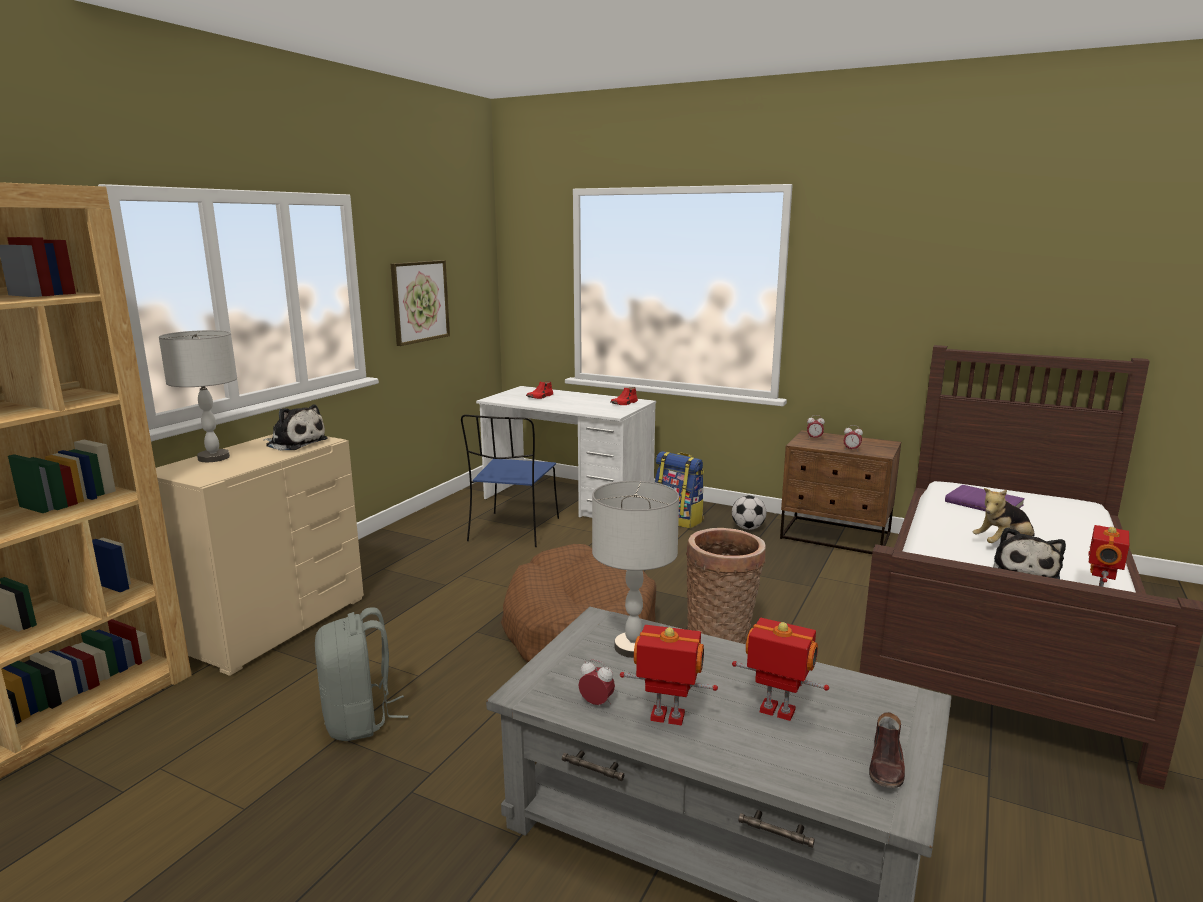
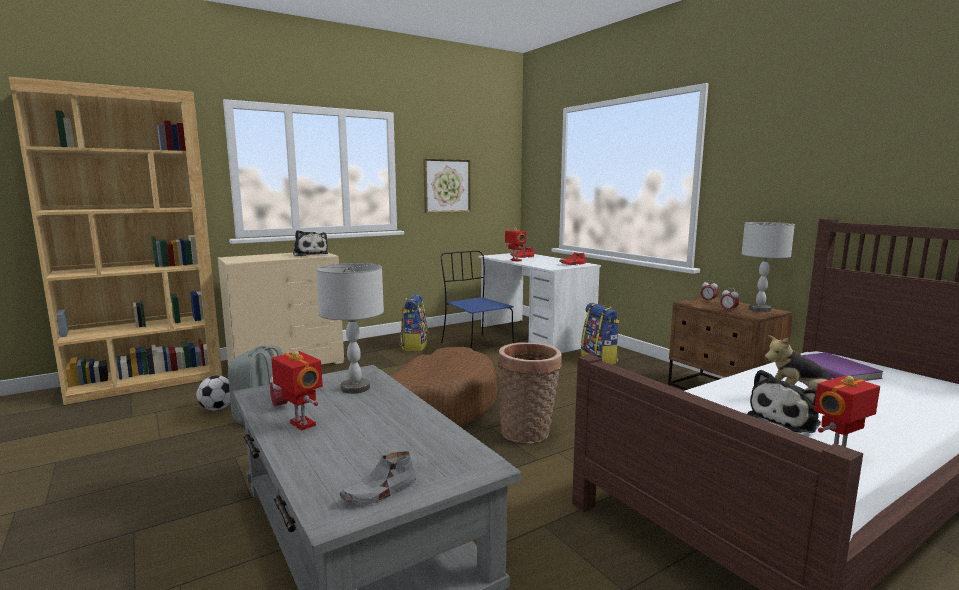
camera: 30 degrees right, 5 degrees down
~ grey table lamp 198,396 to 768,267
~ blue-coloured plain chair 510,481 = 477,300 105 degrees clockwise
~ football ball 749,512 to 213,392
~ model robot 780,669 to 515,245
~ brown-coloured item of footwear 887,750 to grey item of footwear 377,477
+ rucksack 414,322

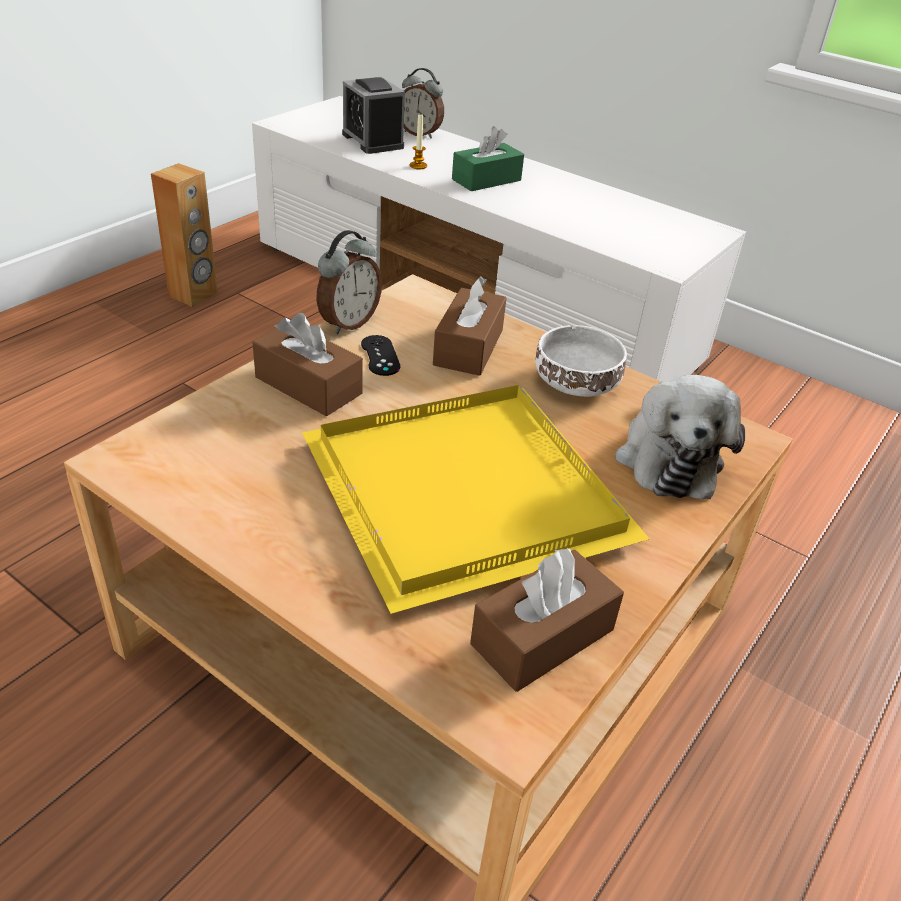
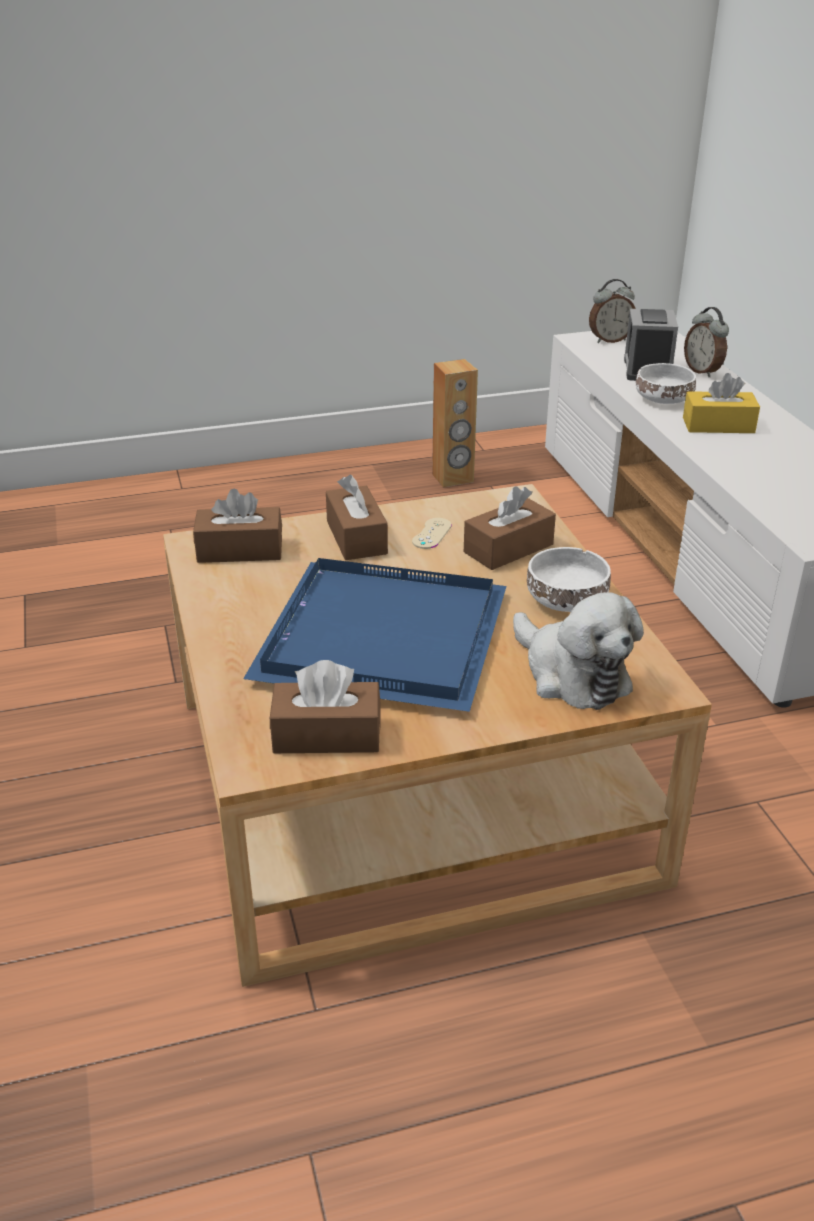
camera: 40 degrees right, 5 degrees down
~ wax light 418,141 to white-coloured serving bowl 666,383
~ green tissue holder 488,158 to yellow-coloured tissue holder 721,403
~ bedside clock 349,282 to 612,311
~ black-coloured game controller 380,355 to beige-coloured game controller 432,533
~ soft toy 680,437 = 578,651 75 degrees counterclockwise
~ yellow-coloured carrying tray 475,499 to blue-coloured carrying tray 375,635
+ brown-coloured tissue holder 237,526

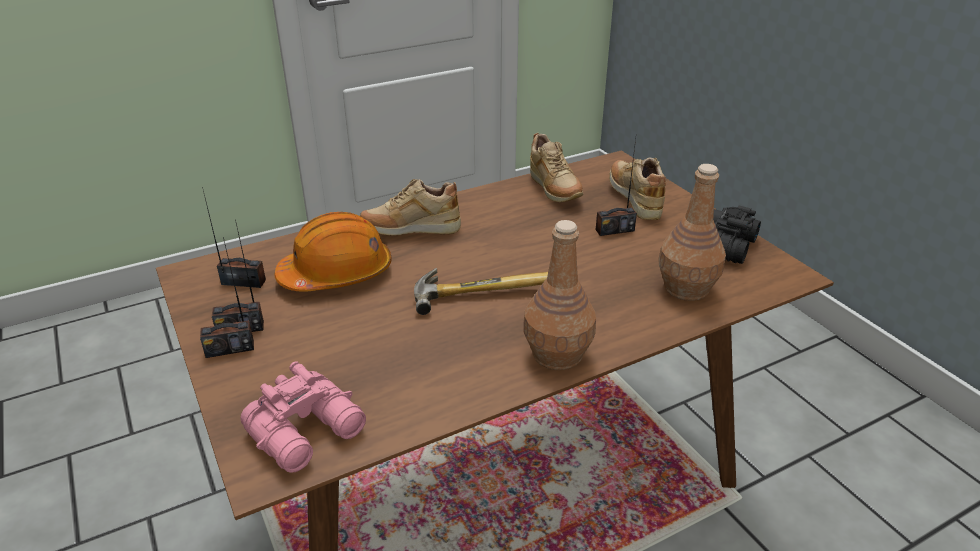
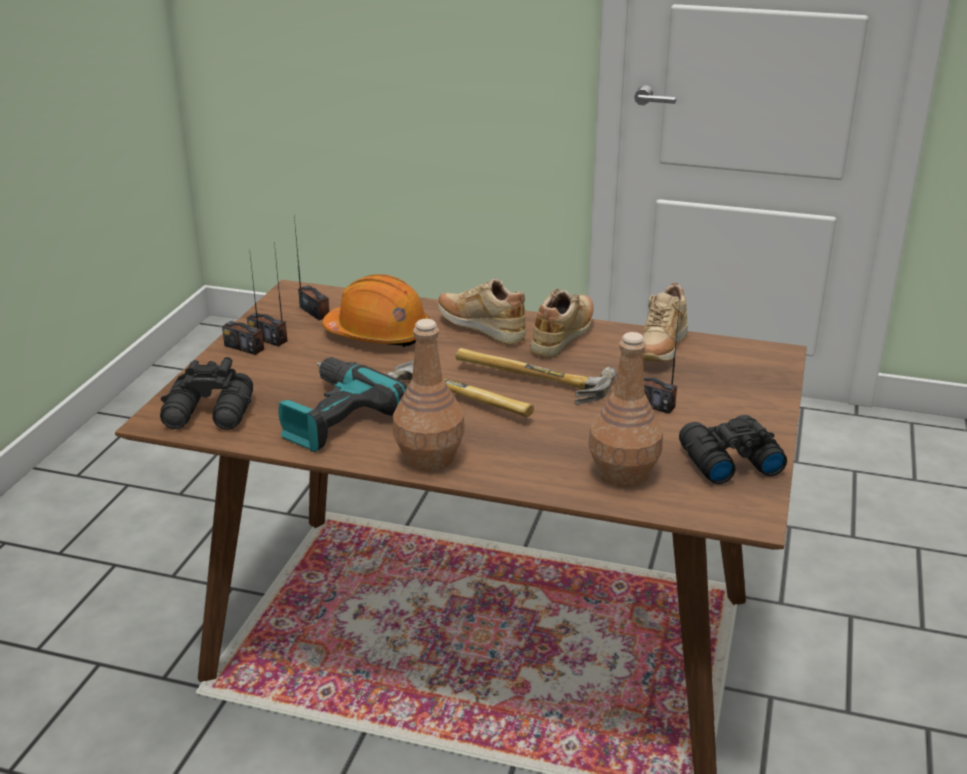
camera: 45 degrees right, 5 degrees down
~ beige-coloured item of footwear 637,188 to 562,323
~ pink-coloured binoculars 303,417 to black-coloured binoculars 206,393
+ hand hammer 536,376
+ drill 343,404

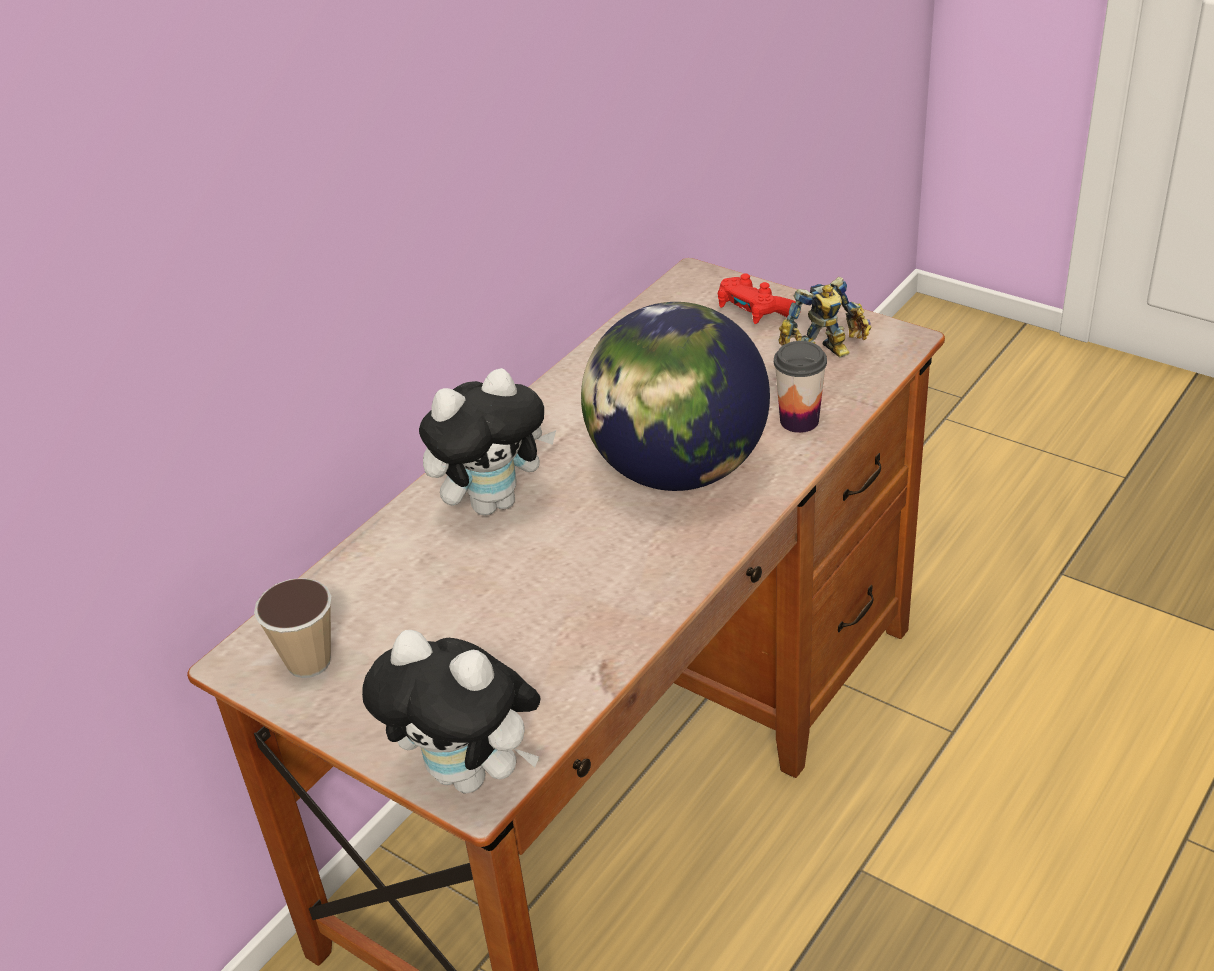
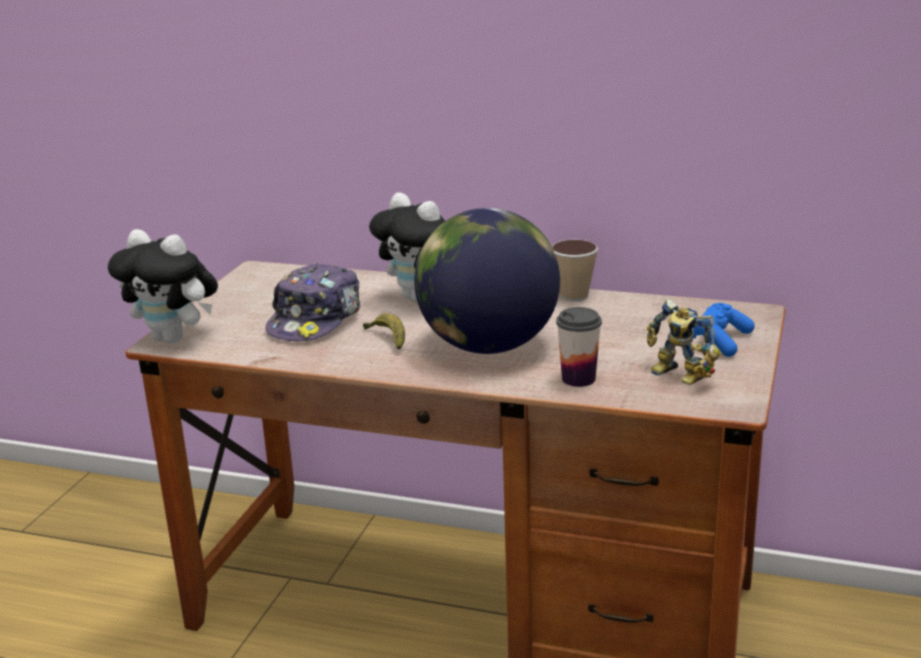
camera: 70 degrees right, 15 degrees down
~ red game controller 757,298 to blue-coloured game controller 724,330
~ small cup 292,628 to 575,270
~ soft toy 451,712 = 163,286 75 degrees counterclockwise
+ peaked cap 313,301
+ whole banana 384,331

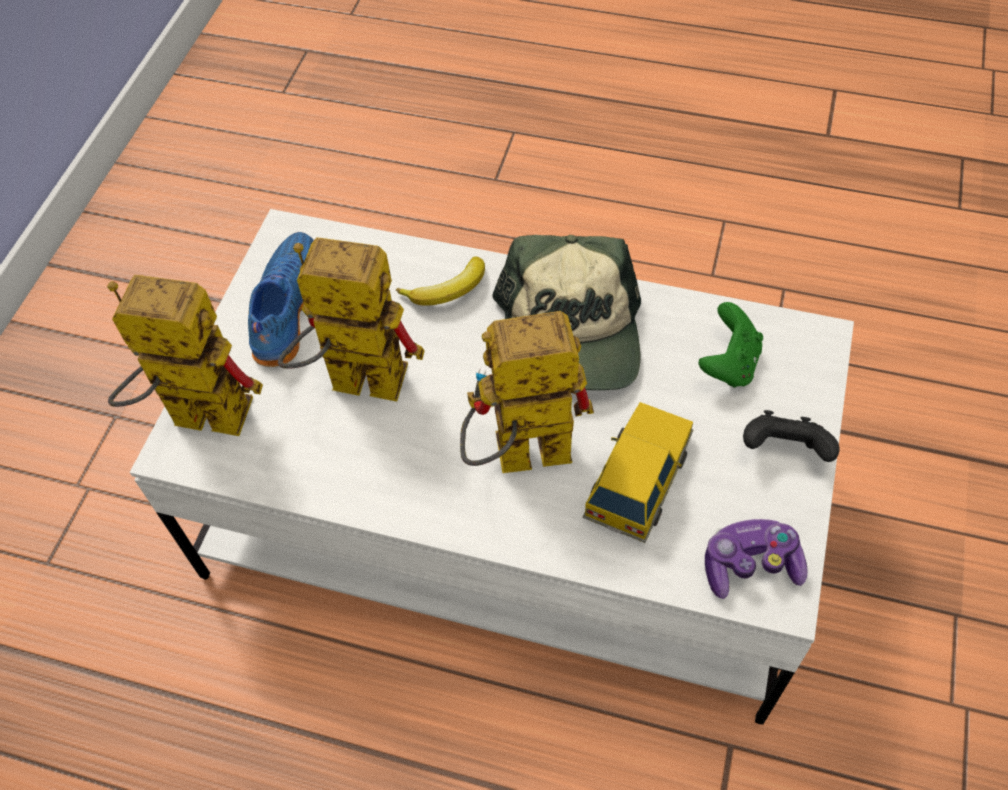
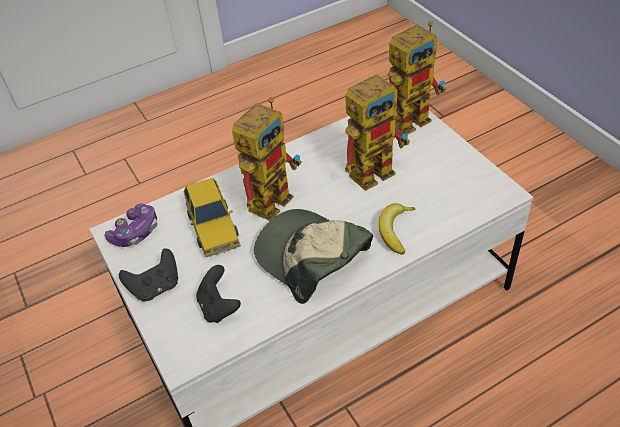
camera: 135 degrees right, 10 degrees down
- blue-coloured item of footwear 281,299
~ green game controller 731,345 to black-coloured game controller 218,294

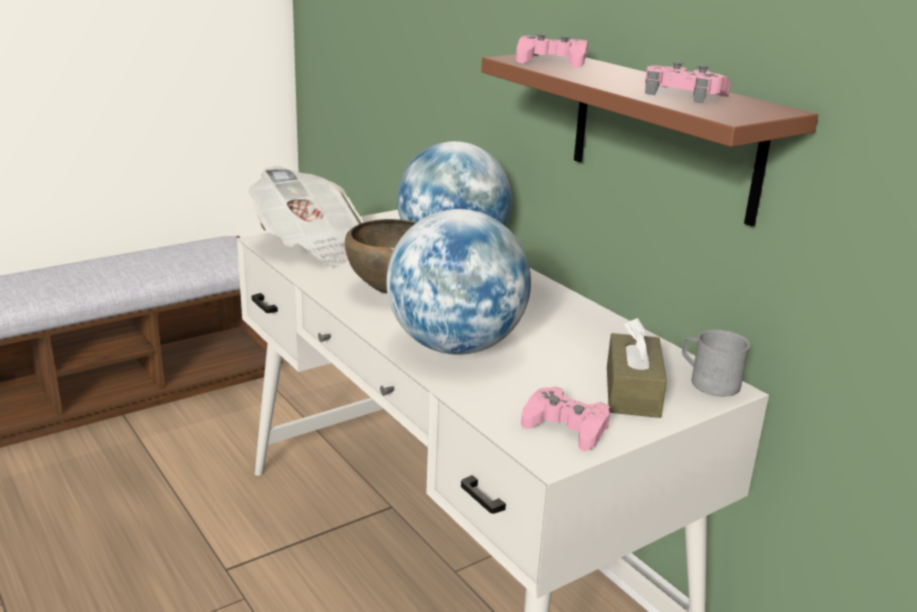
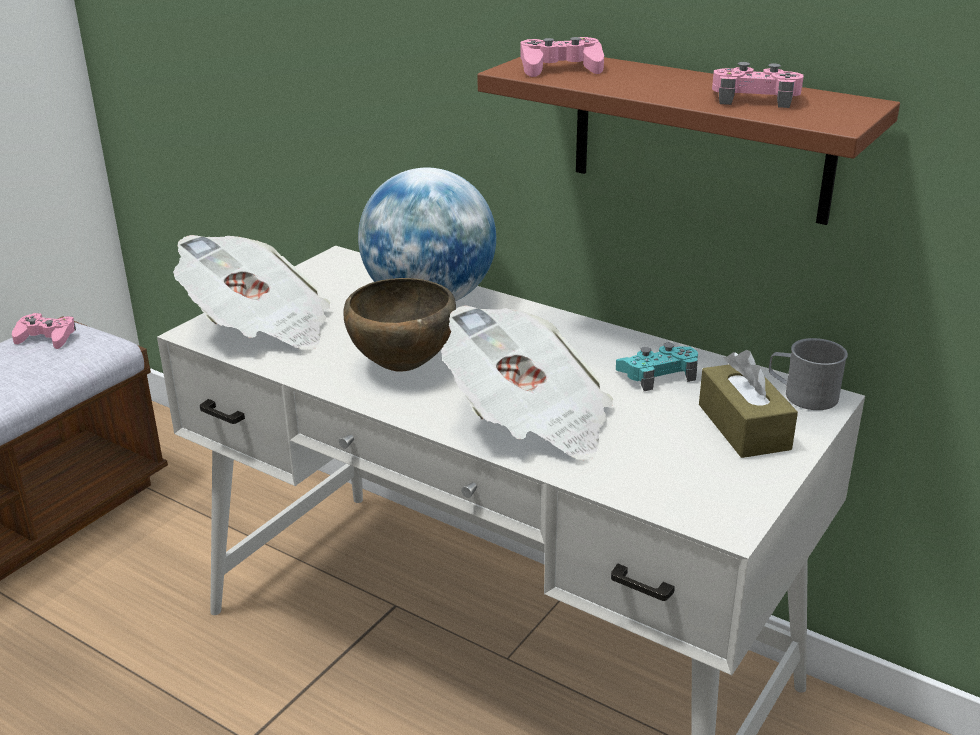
camera: 20 degrees left, 5 degrees up
~ desk globe 458,282 to newspaper 527,382
~ pink-coloured game controller 565,419 to 44,331
+ blue-green game controller 657,367

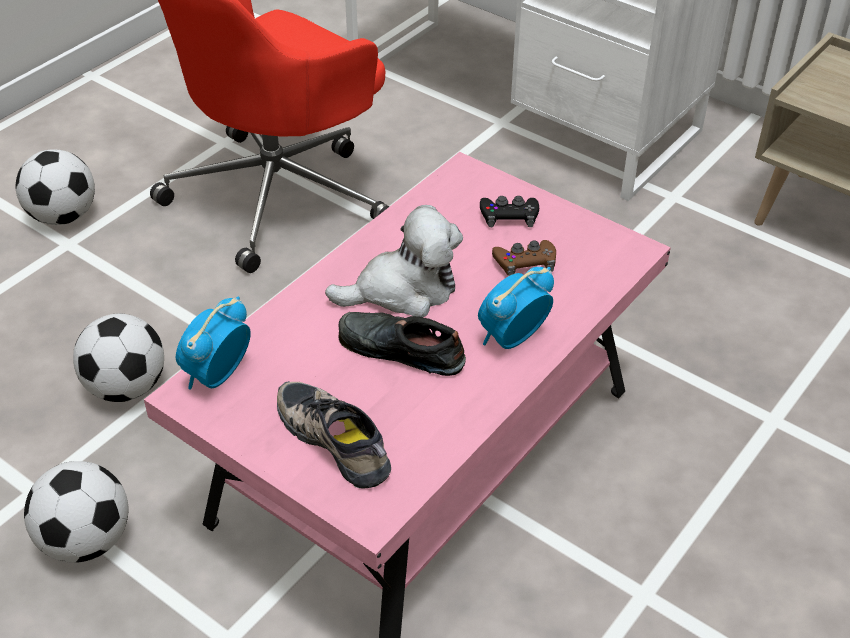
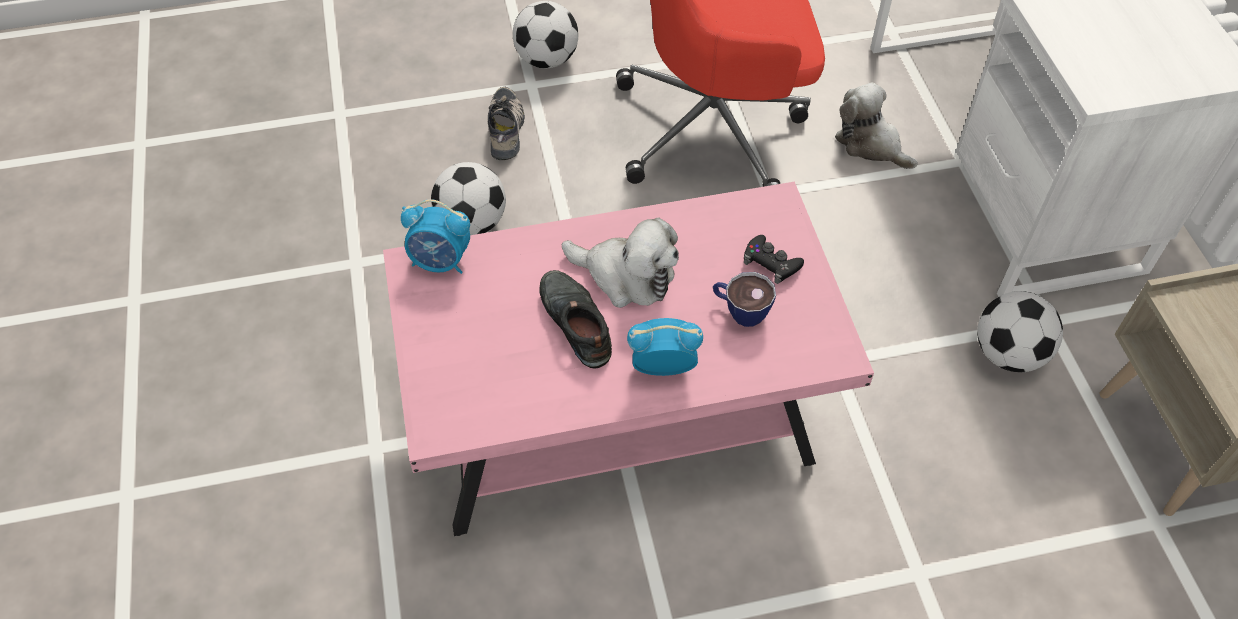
camera: 40 degrees right, 10 degrees up
~ brown-coloured game controller 524,258 to small cup 744,299
~ bedside clock 213,342 = 435,236 150 degrees counterclockwise
~ item of footwear 334,435 to 506,123
~ football ball 76,512 to 1020,331
+ soft toy 876,125

